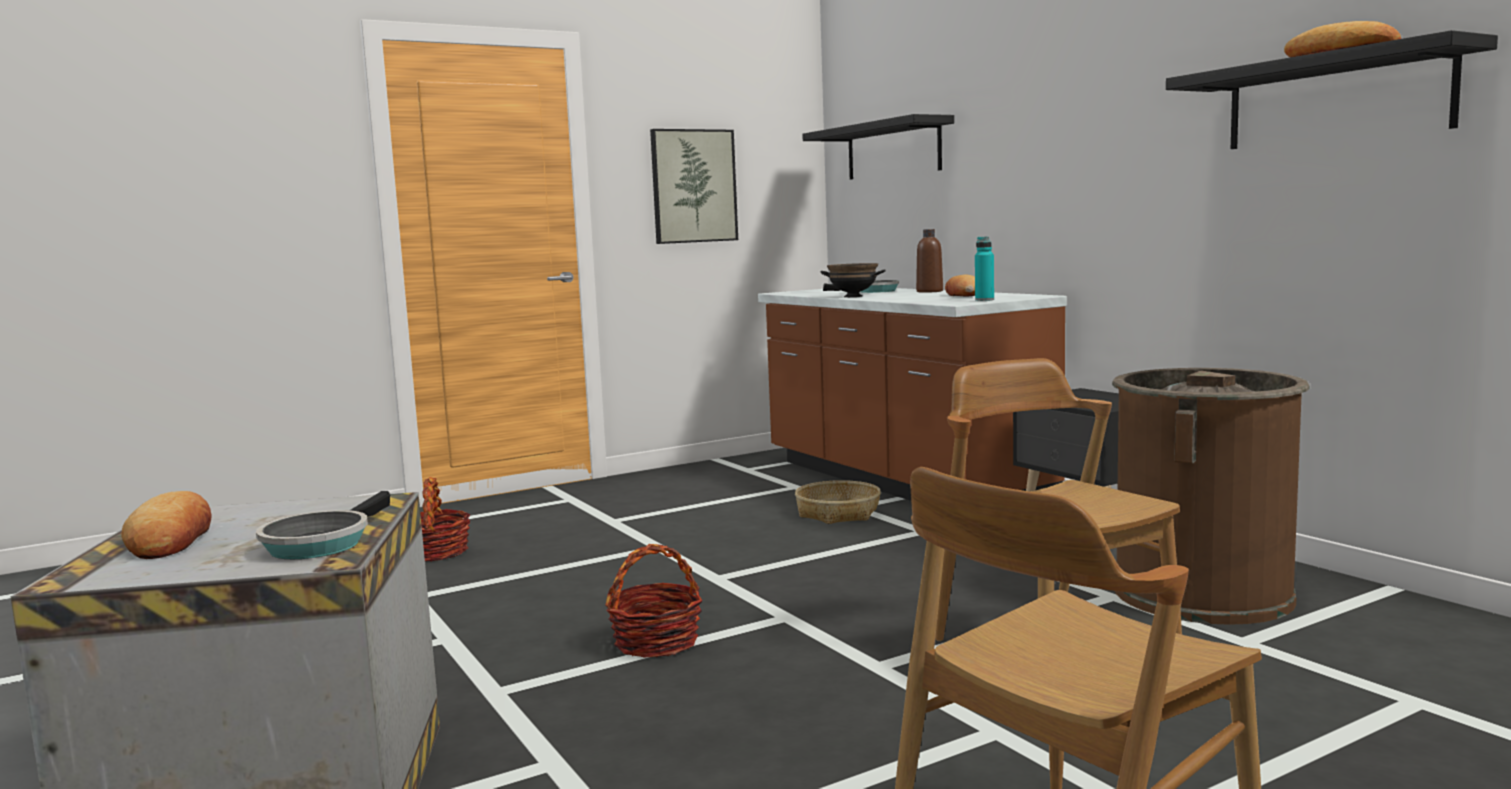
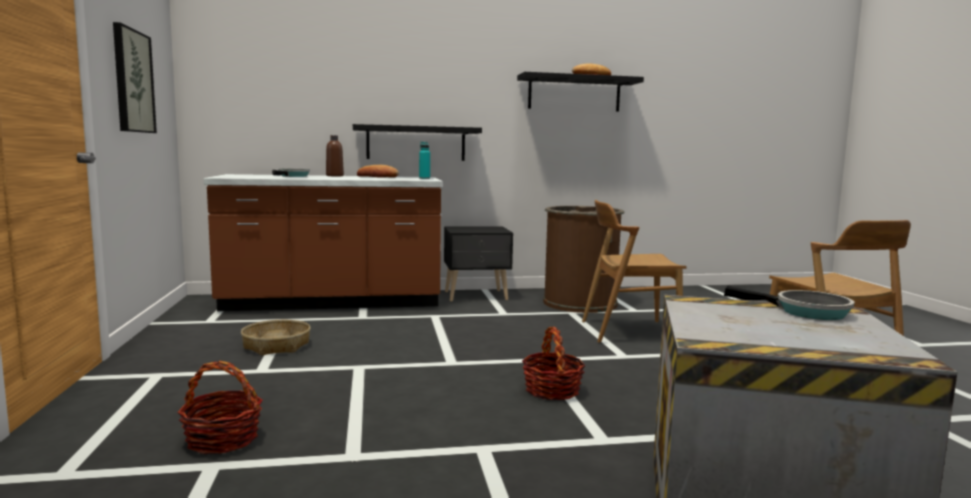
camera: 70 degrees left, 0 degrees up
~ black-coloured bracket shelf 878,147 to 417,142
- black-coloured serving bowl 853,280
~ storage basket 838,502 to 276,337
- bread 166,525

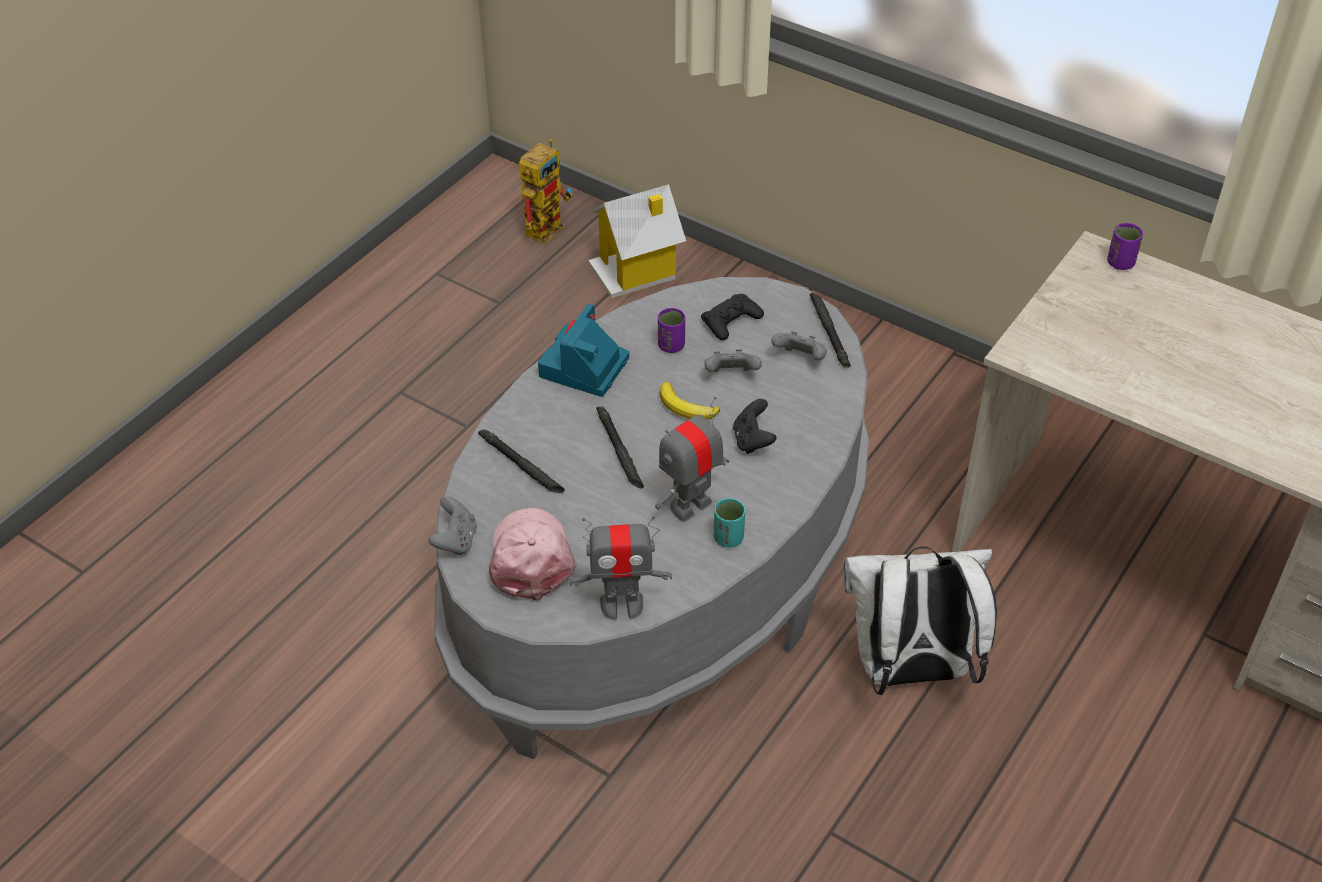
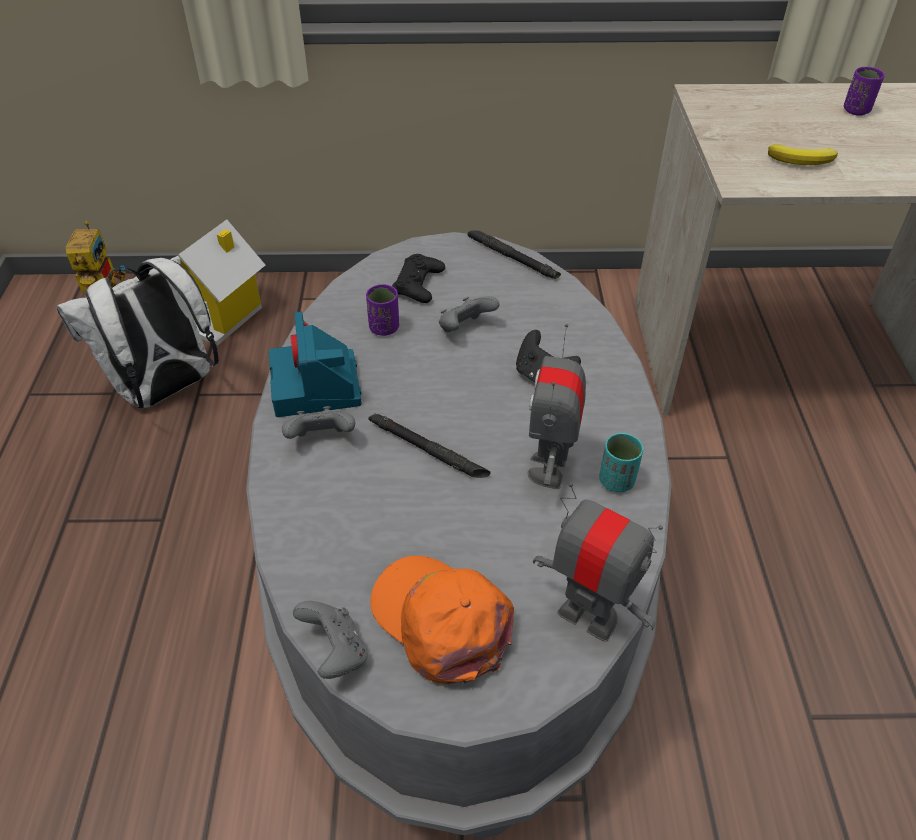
camera: 35 degrees left, 0 degrees up
~ purple-coloured small cup 1125,246 to 864,91
~ grey game controller 799,346 to 318,422
~ whole banana 690,400 to 803,154
- black-coloured flashlight 521,461
~ pink-coloured peaked cap 533,554 to orangey peaked cap 442,620
~ model robot 621,568 = 598,562 105 degrees counterclockwise
~ white-coloured rucksack 920,620 to 138,332

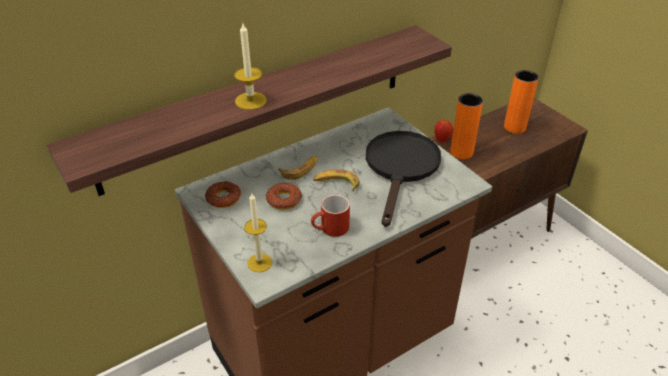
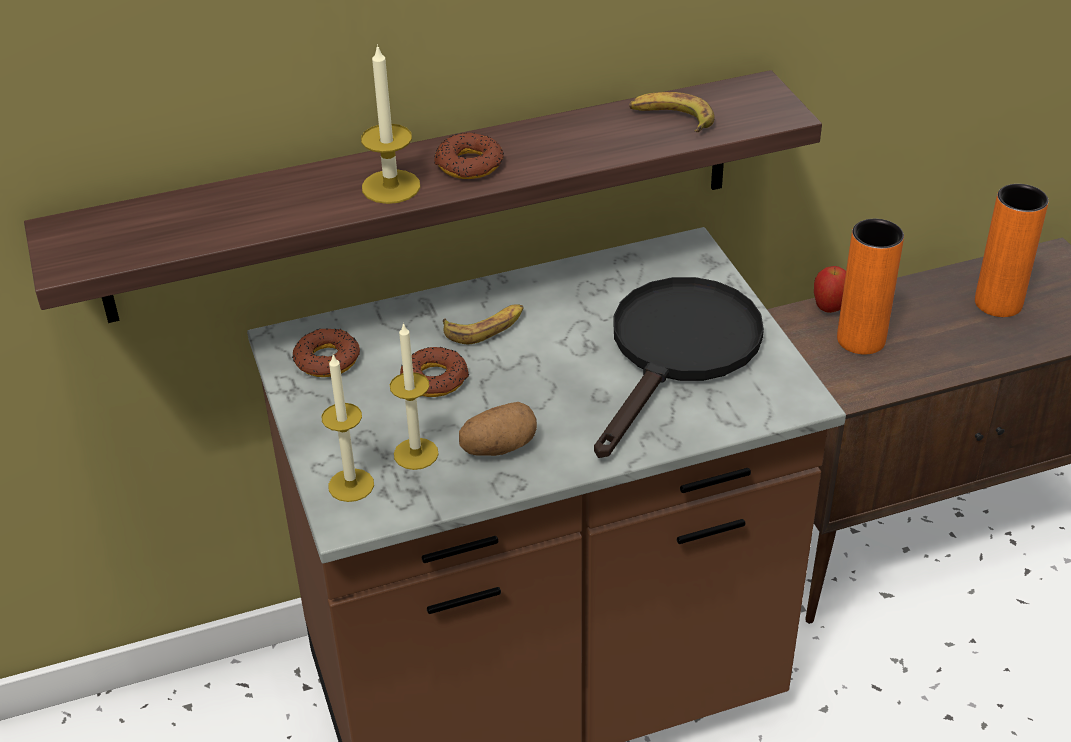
camera: 15 degrees right, 0 degrees up
~ whole banana 336,180 to 672,112
~ red coffee mug 330,215 to spud 498,429
+ donut 469,156
+ wax light 414,396

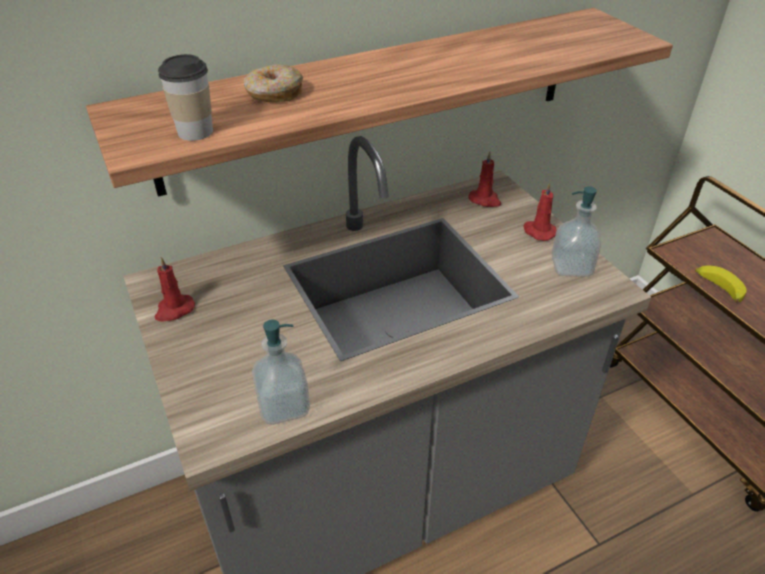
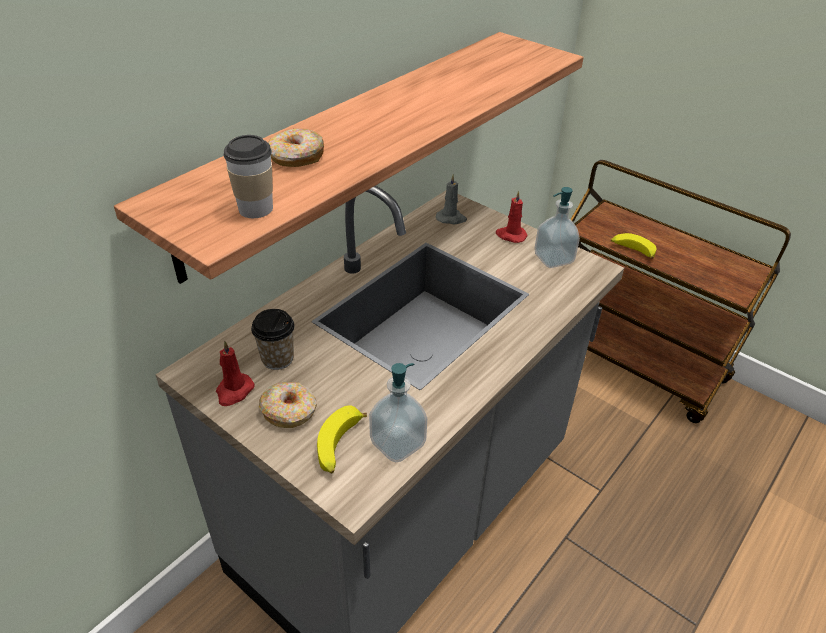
camera: 25 degrees left, 0 degrees up
~ red wax light 484,179 to grey wax light 451,199
+ small cup 273,339
+ donut 288,405
+ whole banana 342,439

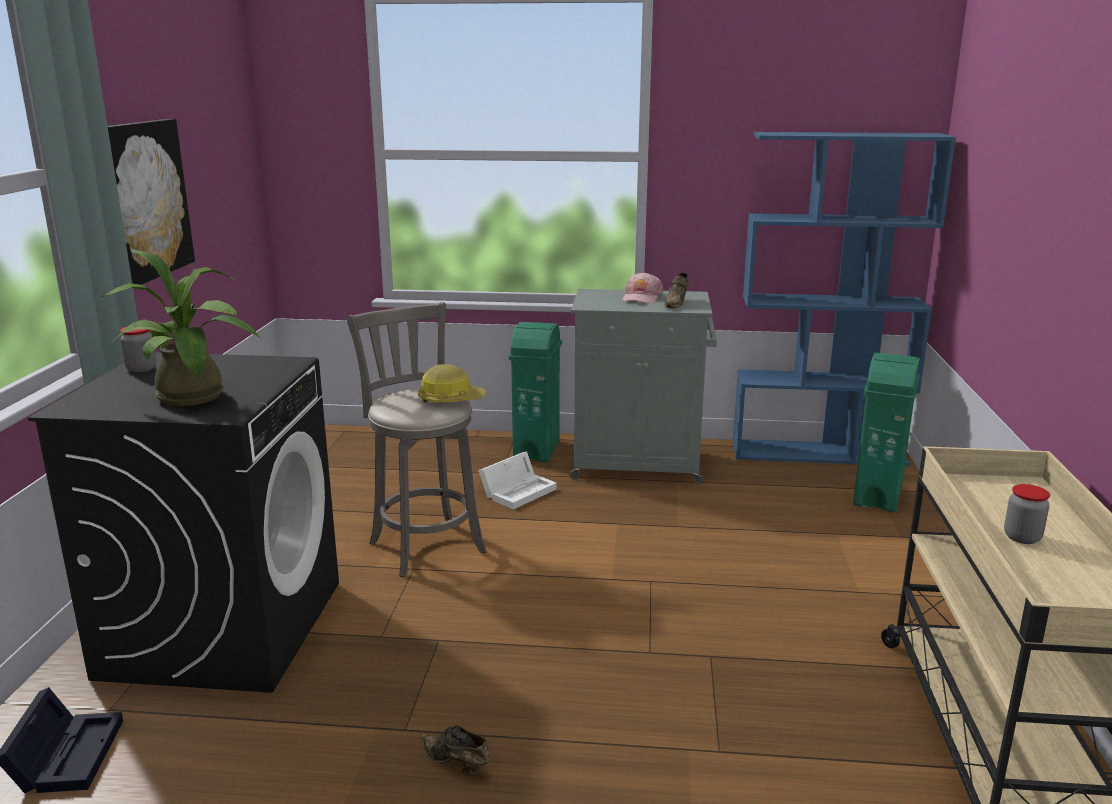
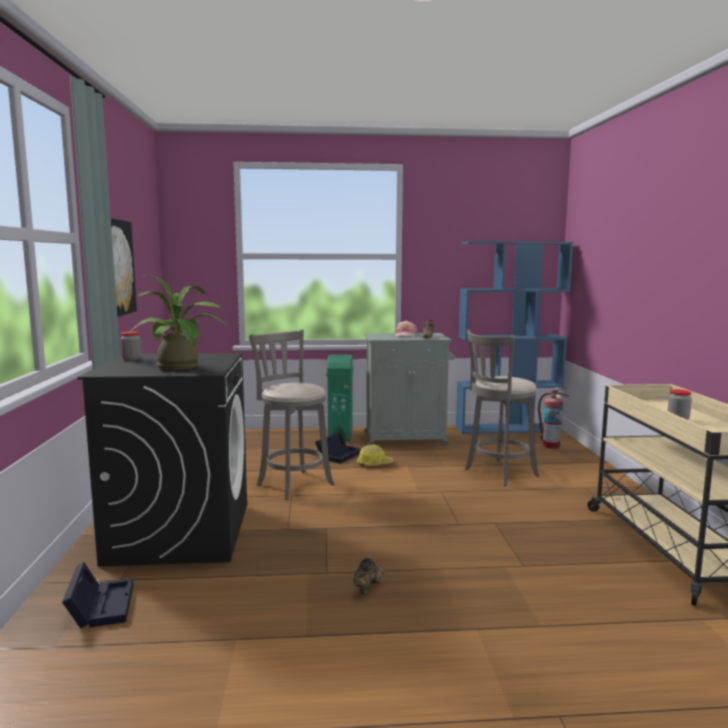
camera: 10 degrees left, 10 degrees down
~ green trash can 886,432 to fire-fighting cylinder 554,418
~ safety helmet 451,383 to 375,455
~ white-coloured storage container 517,480 to black-coloured storage container 338,447
~ brown-coloured item of footwear 455,750 = 368,576 90 degrees clockwise
+ grey stool 502,407

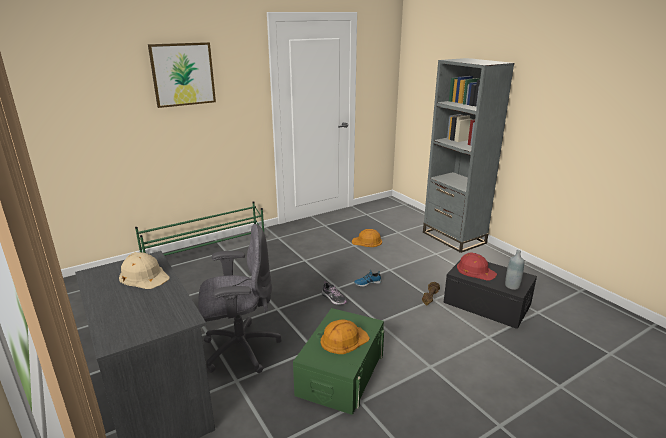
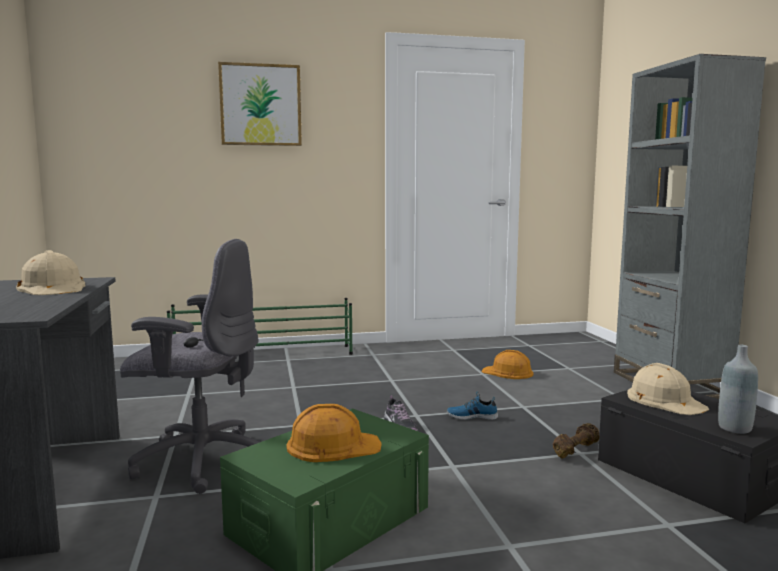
camera: 20 degrees right, 15 degrees down
~ red safety helmet 477,266 to beige-coloured safety helmet 668,389

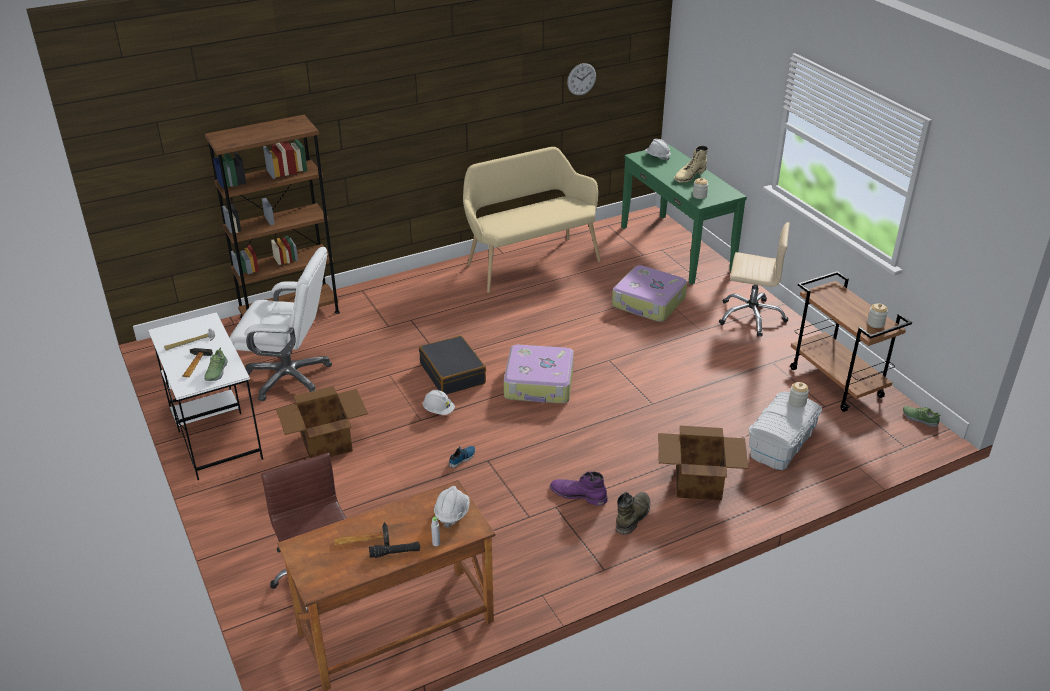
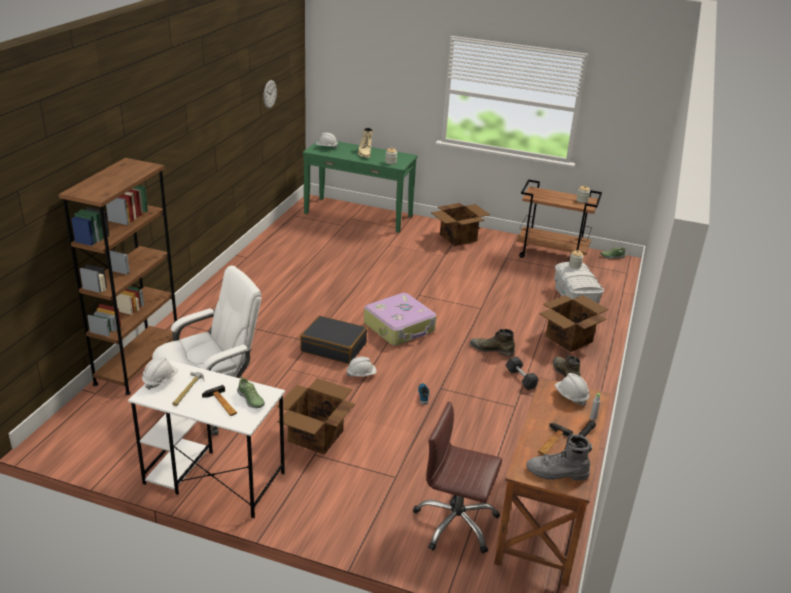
camera: 45 degrees left, 5 degrees down
- beige-coloured long seat 532,220
~ beige-coloured office chair 754,279 to cardboard box 460,224
- travel case 649,293
~ purple-coloured tall boot 579,489 to grey hand weight 522,373
+ green tall boot 492,342
+ white-coloured safety helmet 160,373
+ grey tall boot 559,457

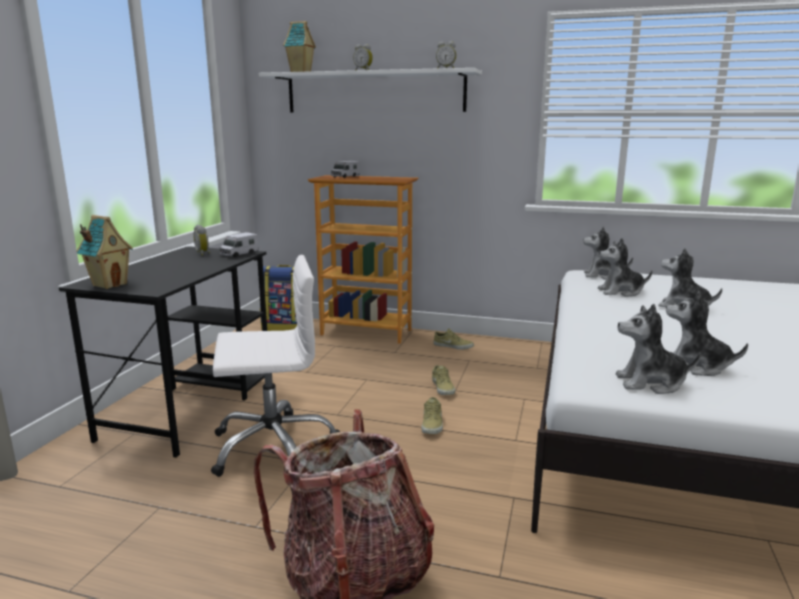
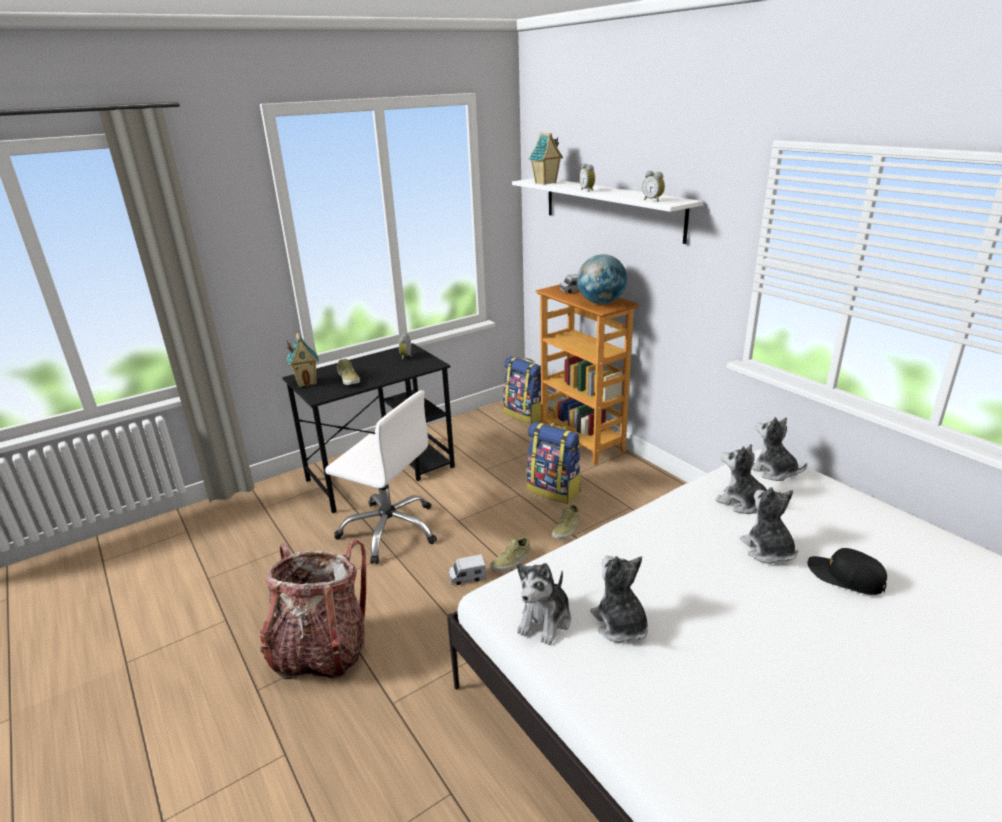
camera: 40 degrees right, 10 degrees up
~ model truck 239,244 to 467,569
~ soft toy 658,349 = 544,604 105 degrees counterclockwise
~ beige-coloured item of footwear 453,339 to 348,372
+ desk globe 602,279
+ rucksack 554,463
+ black-coloured peaked cap 847,571

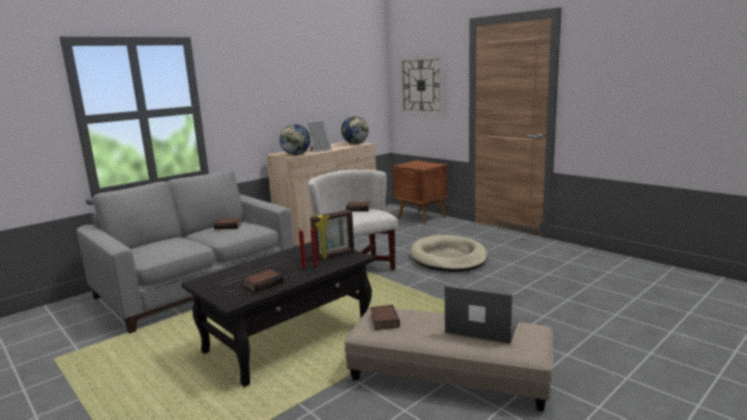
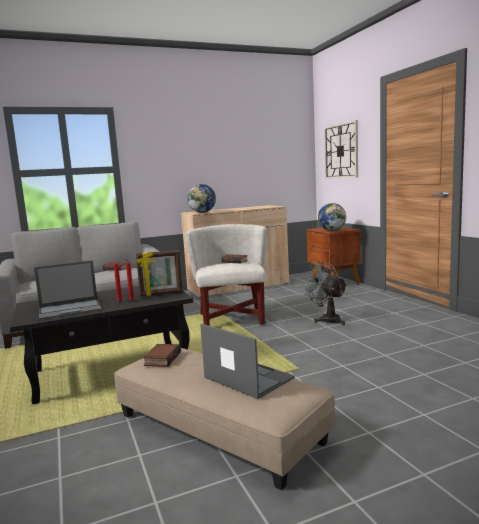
camera: 20 degrees right, 5 degrees down
~ desk globe 355,130 to 332,217
- standing frame 318,136
~ beige-coloured pet bed 449,253 to grey cooling fan 324,293
~ bound book 263,280 to notebook computer 68,290

